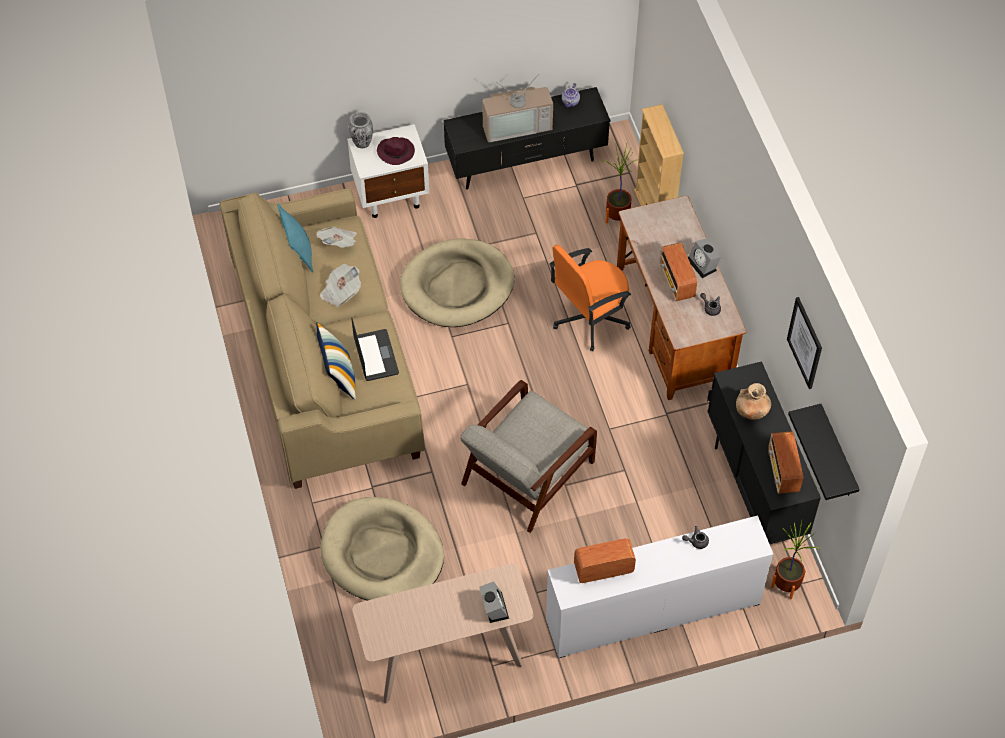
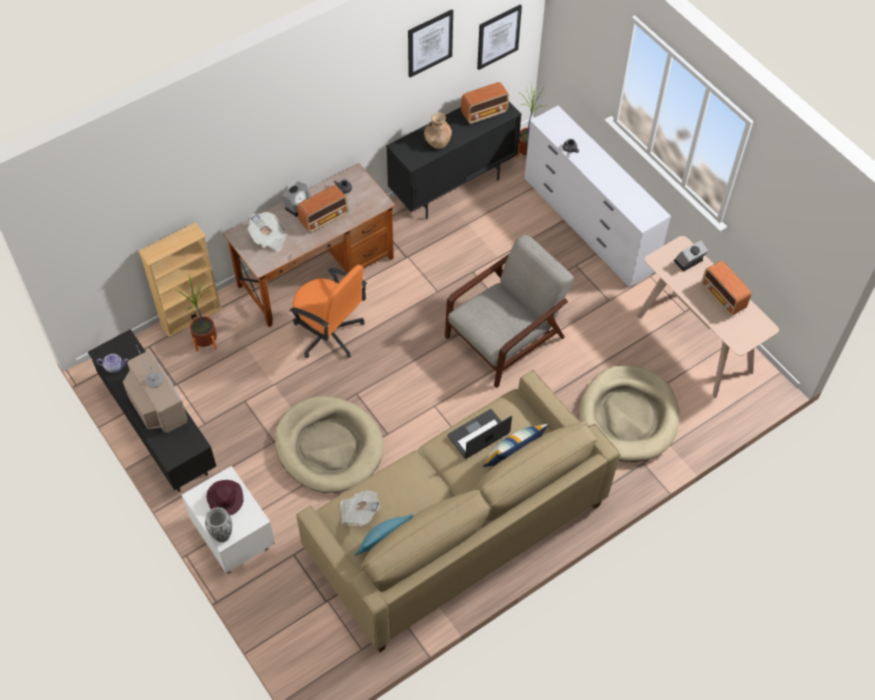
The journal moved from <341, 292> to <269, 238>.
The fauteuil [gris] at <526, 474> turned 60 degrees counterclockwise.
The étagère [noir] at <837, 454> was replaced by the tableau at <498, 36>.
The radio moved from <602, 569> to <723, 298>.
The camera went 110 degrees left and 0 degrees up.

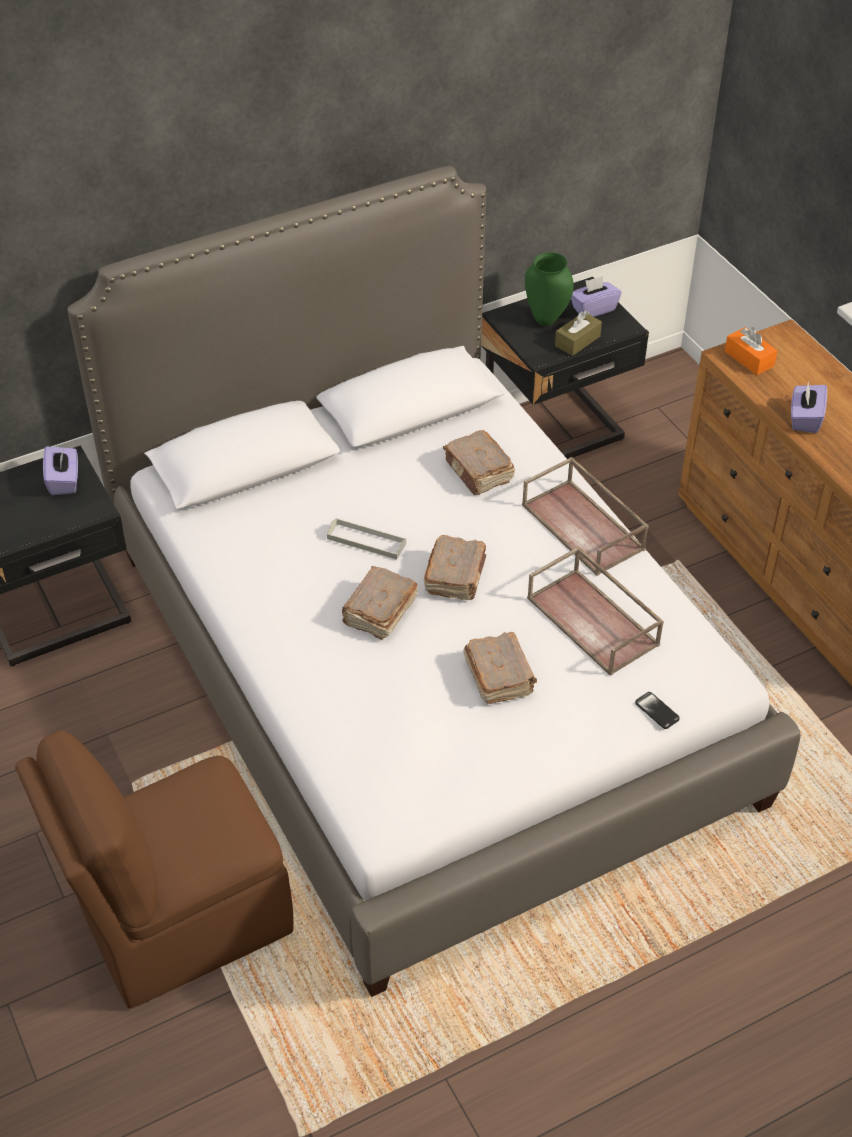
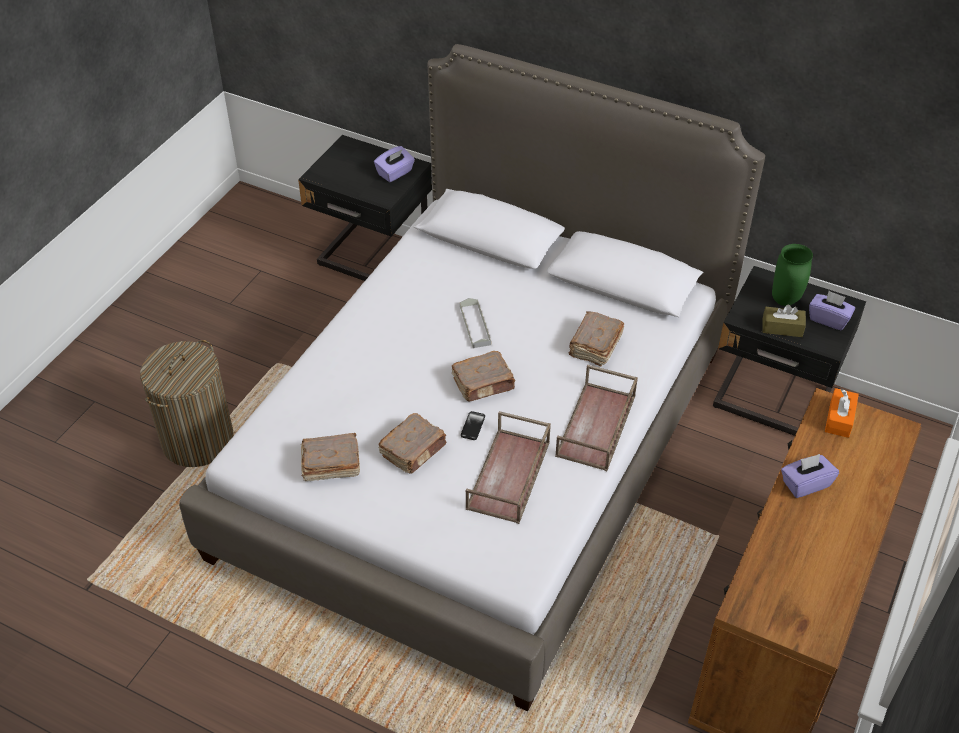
The livre [marron] moved from <379, 612> to <330, 465>.
The téléphone moved from <657, 711> to <473, 426>.
The chaise [marron] at <179, 919> was replaced by the panier à linge at <198, 440>.
The camera went 55 degrees right and 0 degrees up.

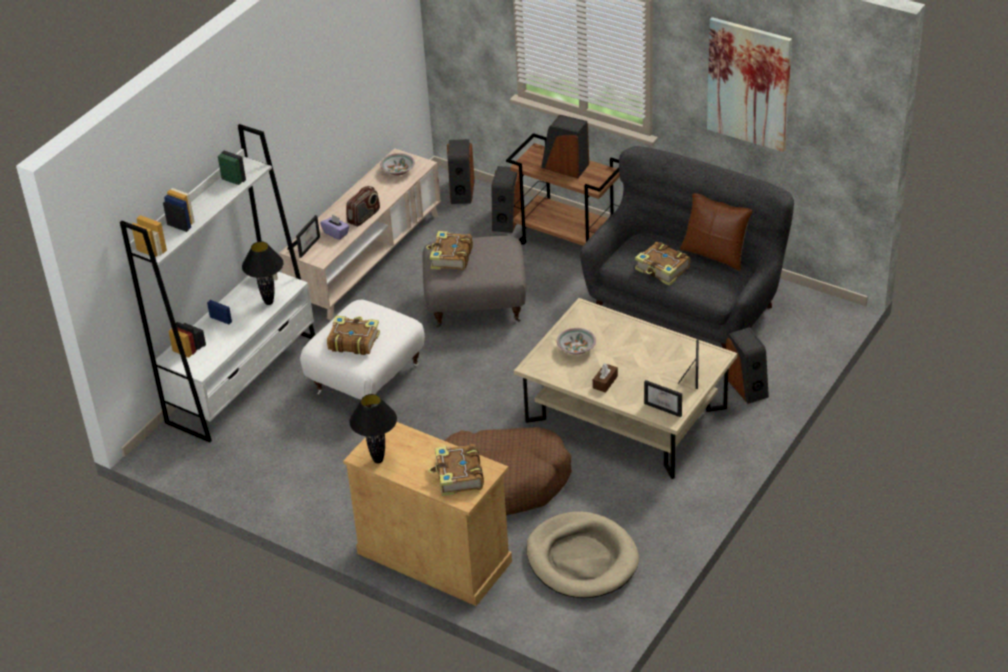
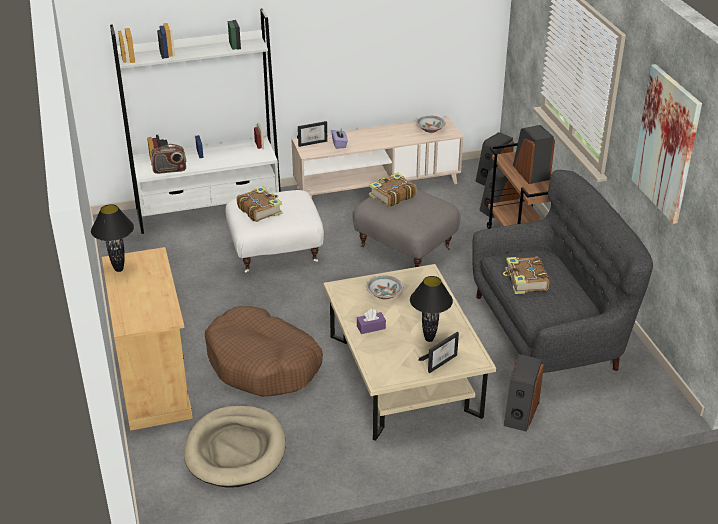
The radio moved from <364, 217> to <169, 170>.
The coussin [marron] at <714, 254> disappeared.
The lampe de table [noir] moved from <268, 303> to <428, 339>.
The boîte à mouchoirs [marron] at <605, 382> became the boîte à mouchoirs [violet] at <371, 327>.
The cadre photo at <665, 407> disappeared.
The livre at <458, 476> disappeared.
The camera went 40 degrees right and 5 degrees down.

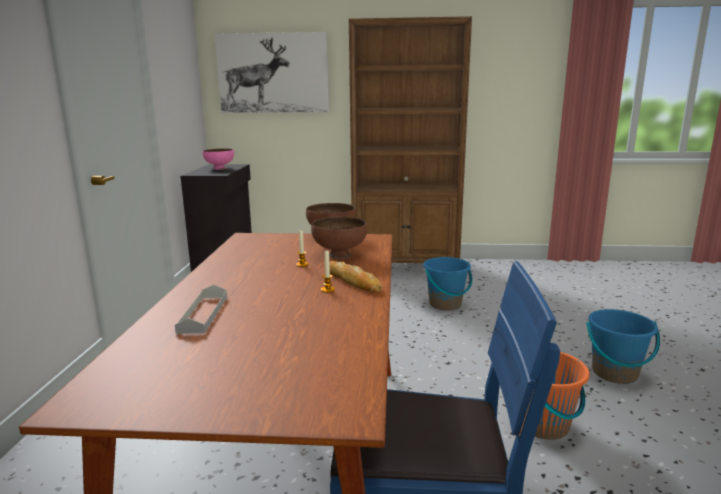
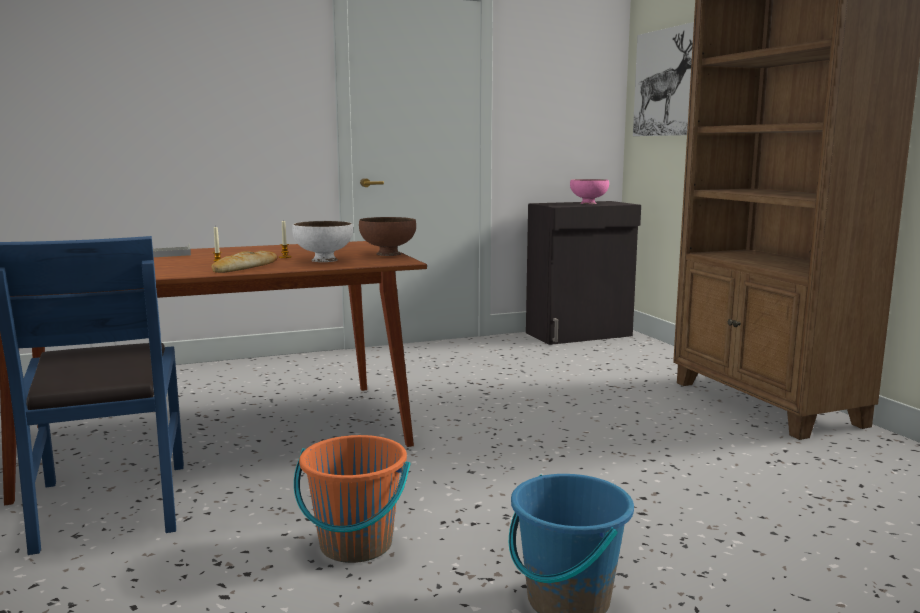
The bol [marron] at <339, 255> became the bol [blanc] at <323, 260>.
The seau [bleu] at <445, 304> disappeared.
The camera went 65 degrees right and 5 degrees down.

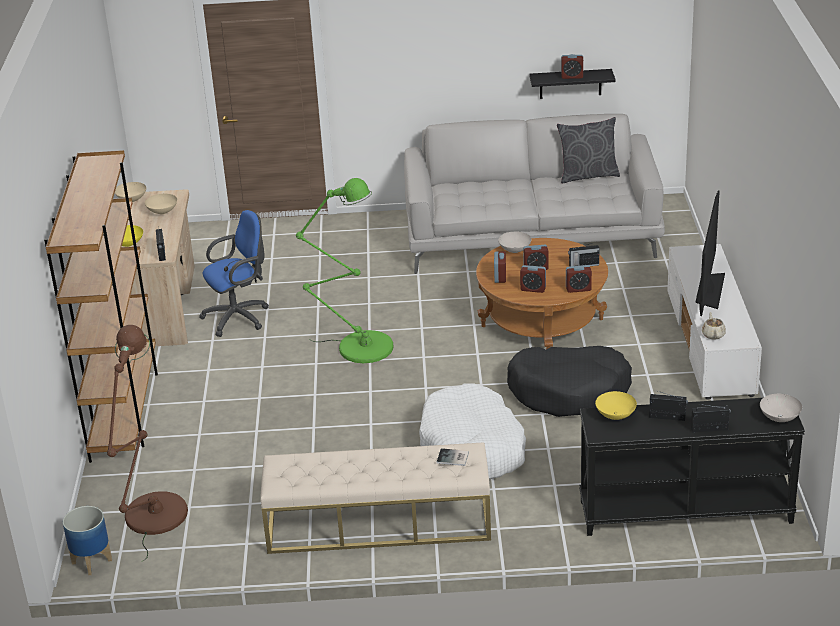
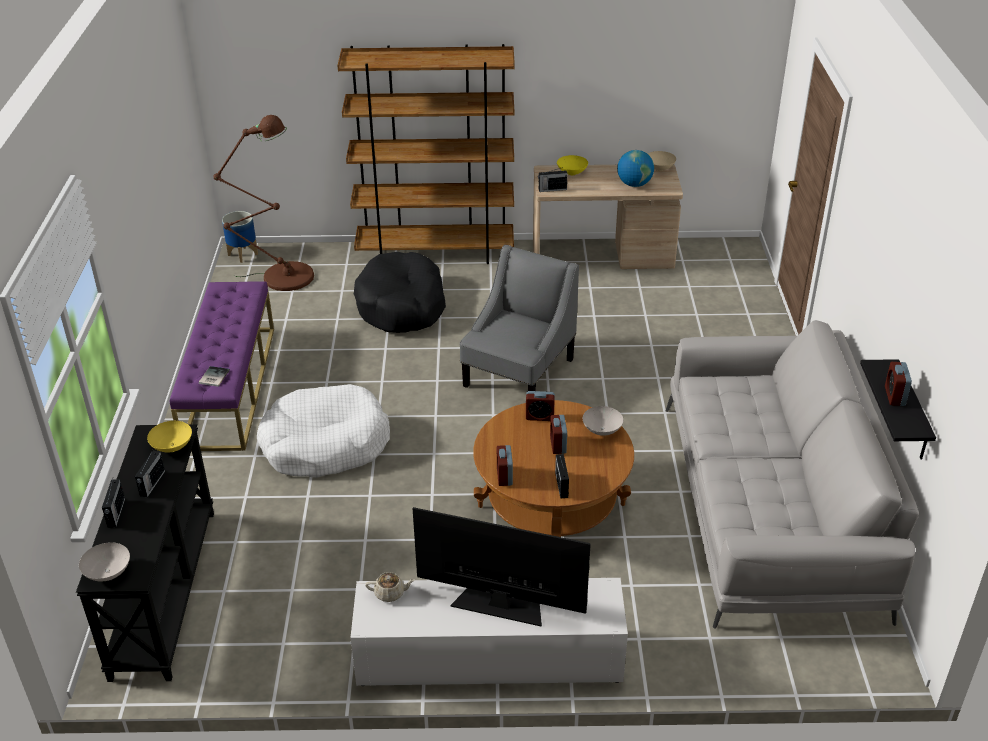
The coussin [gris] at <588, 175> disappeared.
The lampadaire [vert] at <359, 346> was replaced by the fauteuil [gris] at <519, 372>.
The bol [beige] at <162, 212> was replaced by the globe at <634, 184>.
The chaise de bureau [bleu] at <239, 317> disappeared.
The réveil at <533, 289> disappeared.
The panier pour chien [noir] moved from <569, 391> to <402, 306>.
The banc [beige] at <378, 524> became the banc [violet] at <230, 386>.
The camera went 90 degrees right and 5 degrees up.

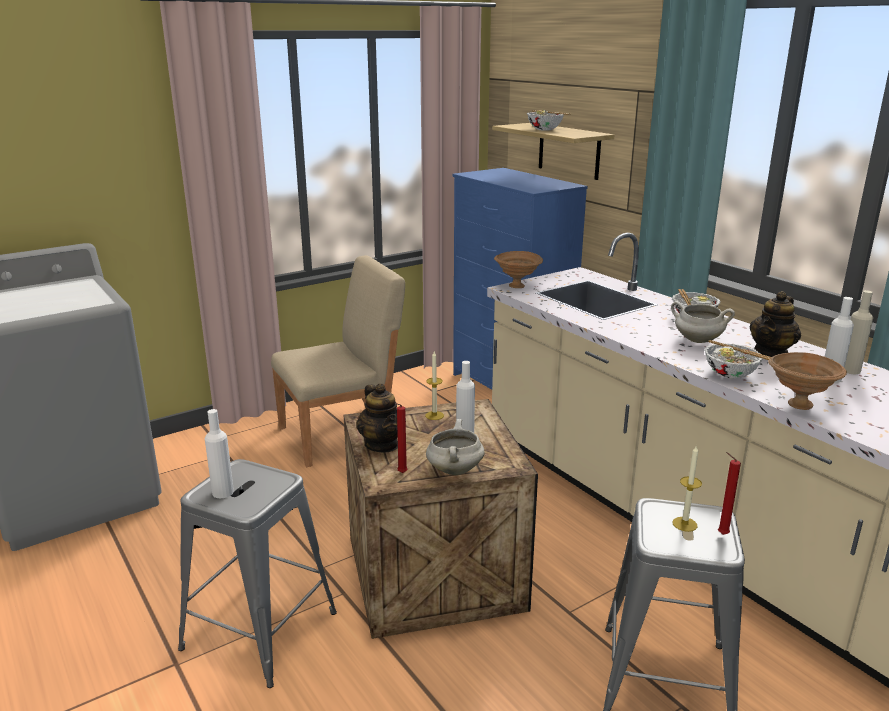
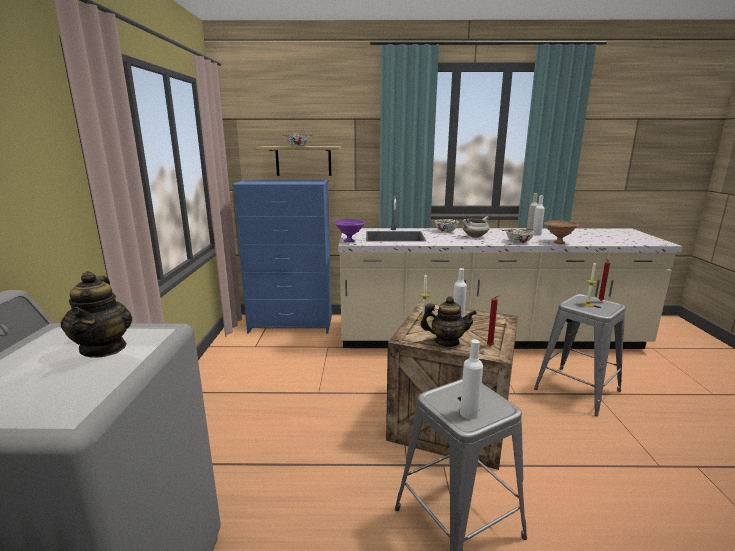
The bol [marron] at <518, 286> became the bol [violet] at <350, 241>.
The chaise [beige] at <343, 434> disappeared.
The théière moved from <771, 353> to <104, 348>.
The marmite [blanc] at <454, 469> disappeared.
The camera went 55 degrees left and 5 degrees down.

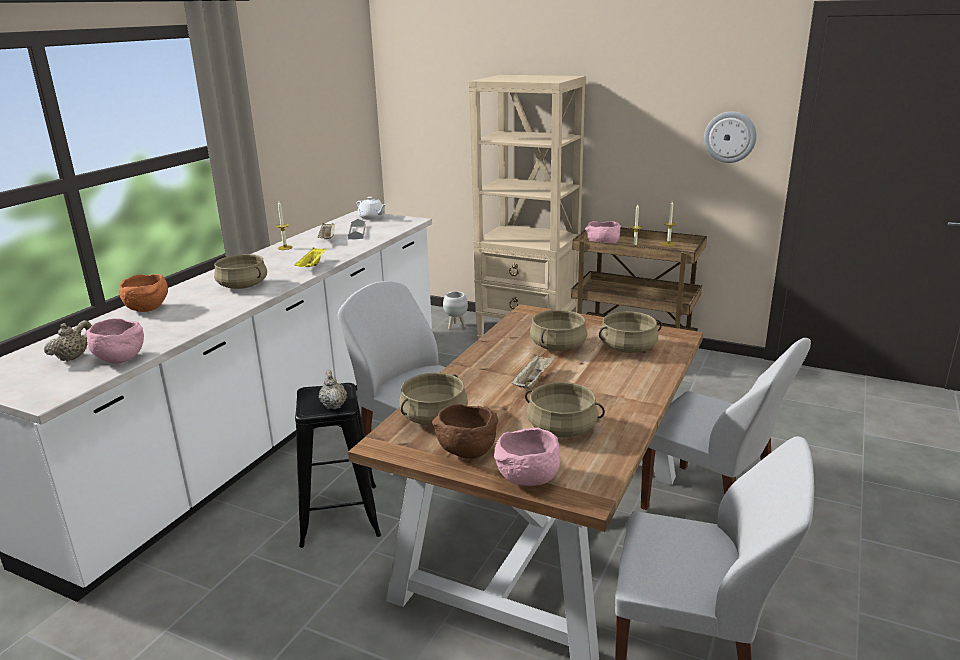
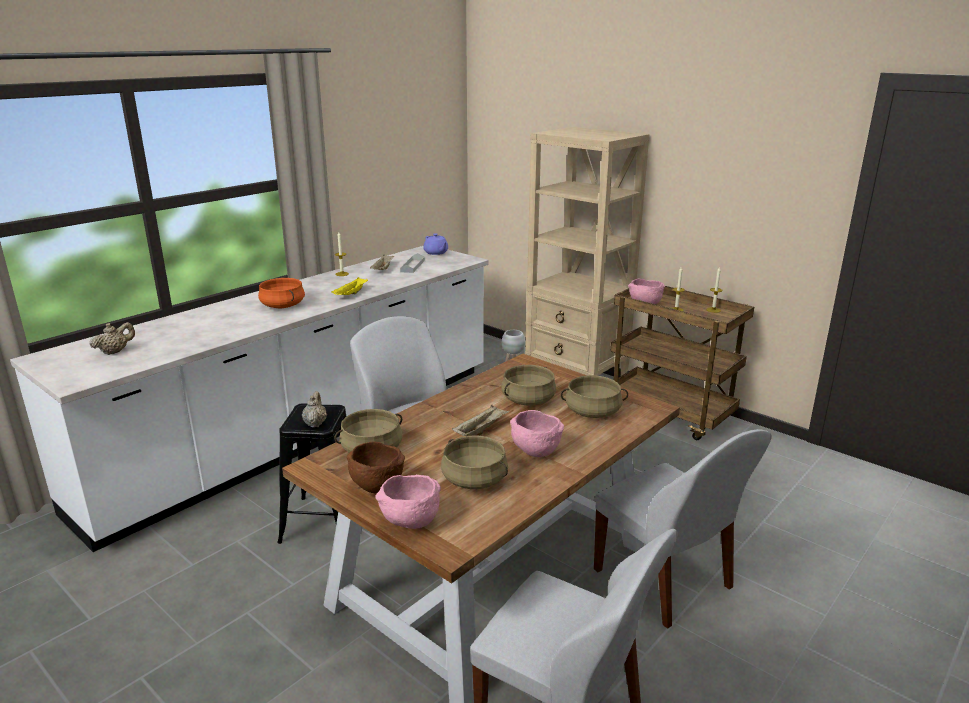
The horloge murale at <730, 137> disappeared.
The théière [blanc] at <372, 217> became the théière [violet] at <436, 253>.
The marmite [beige] at <242, 286> became the marmite [orange] at <282, 306>.
The bol [orange] at <148, 309> disappeared.
The bol [rose] moved from <118, 360> to <534, 451>.
The camera went 15 degrees right and 0 degrees up.

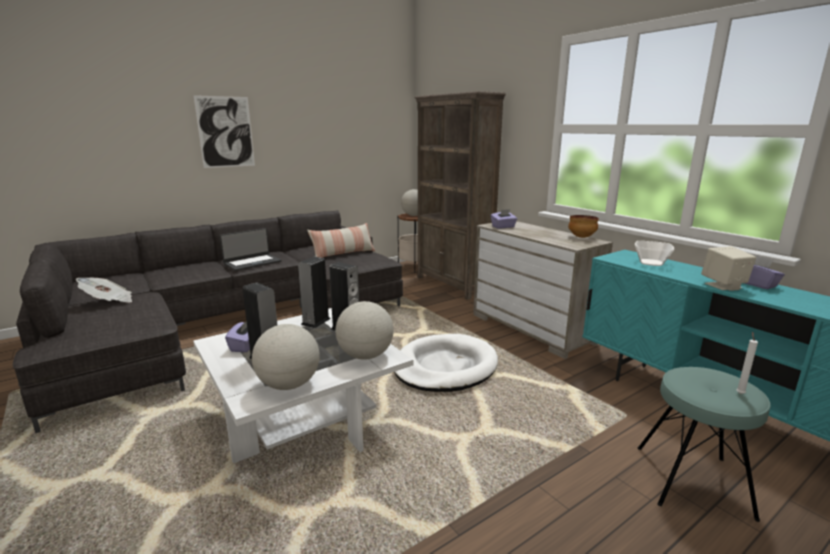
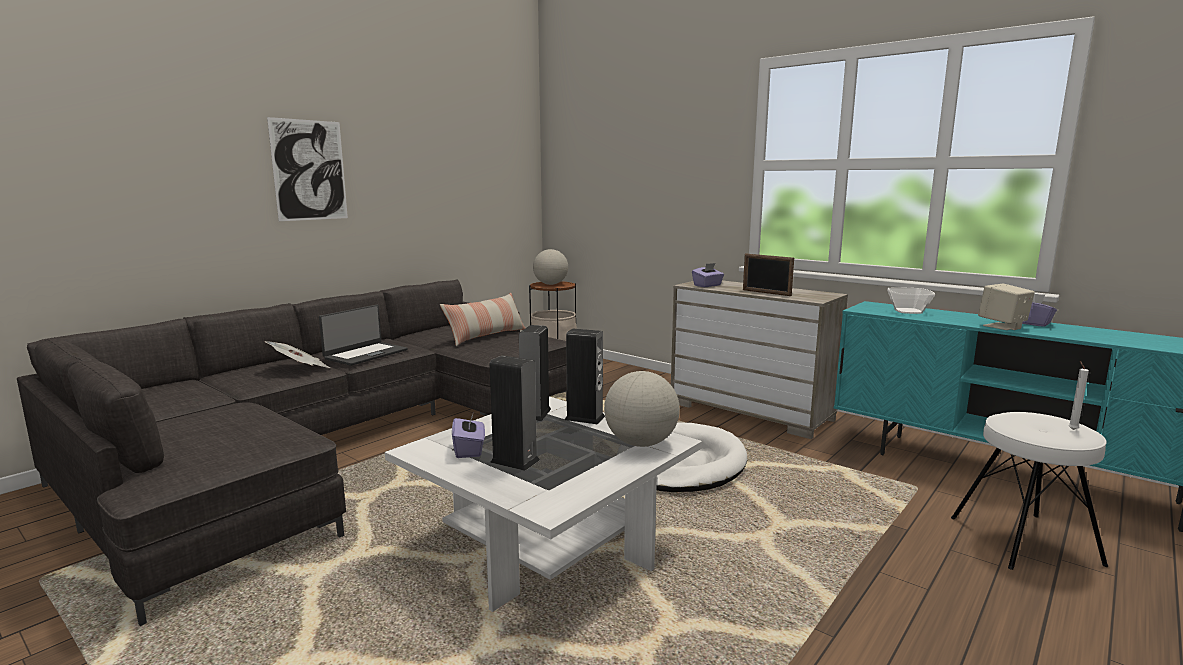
The bibliothèque [marron] at <453, 284> disappeared.
The bol at <581, 237> disappeared.
The journal moved from <109, 301> to <300, 369>.
The globe at <288, 385> disappeared.
The tabouret [turquoise] at <692, 481> became the tabouret [blanc] at <1023, 541>.
The cadre photo at <766, 293> appeared.
The camera went 15 degrees left and 5 degrees down.

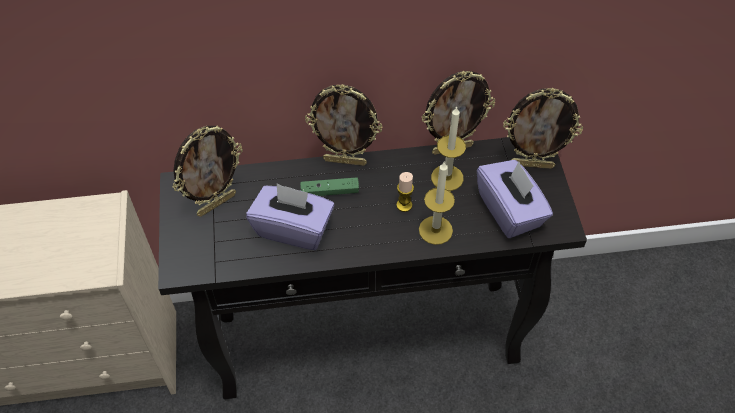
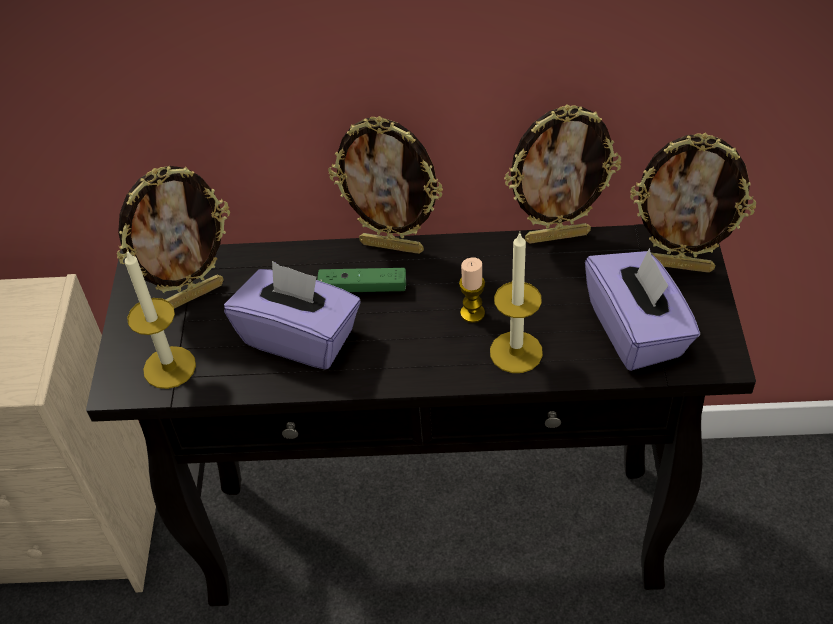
The bougie moved from <447, 178> to <169, 367>.
The camera went 10 degrees right and 5 degrees down.

